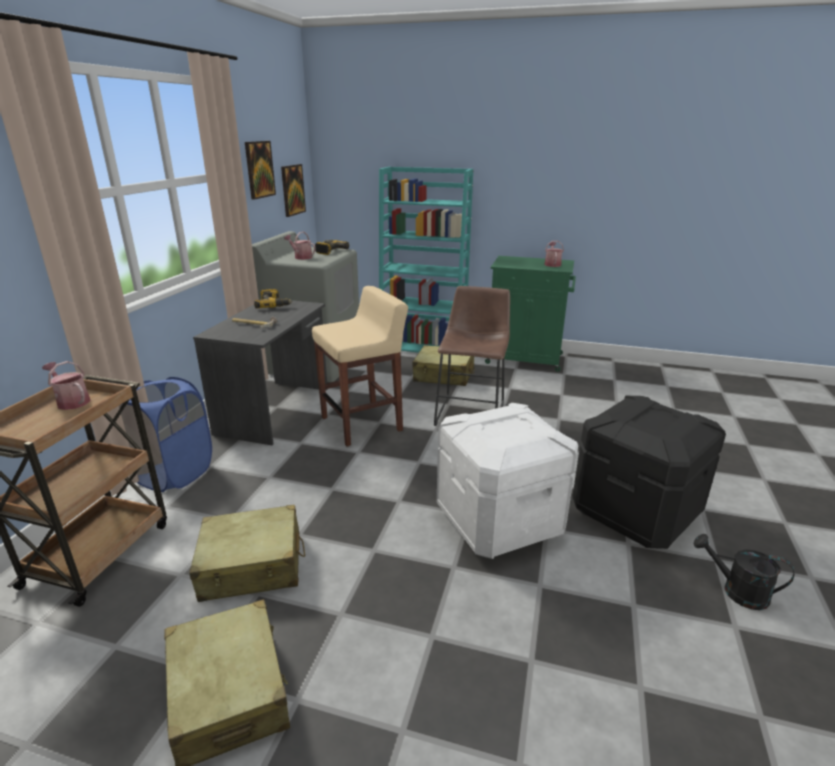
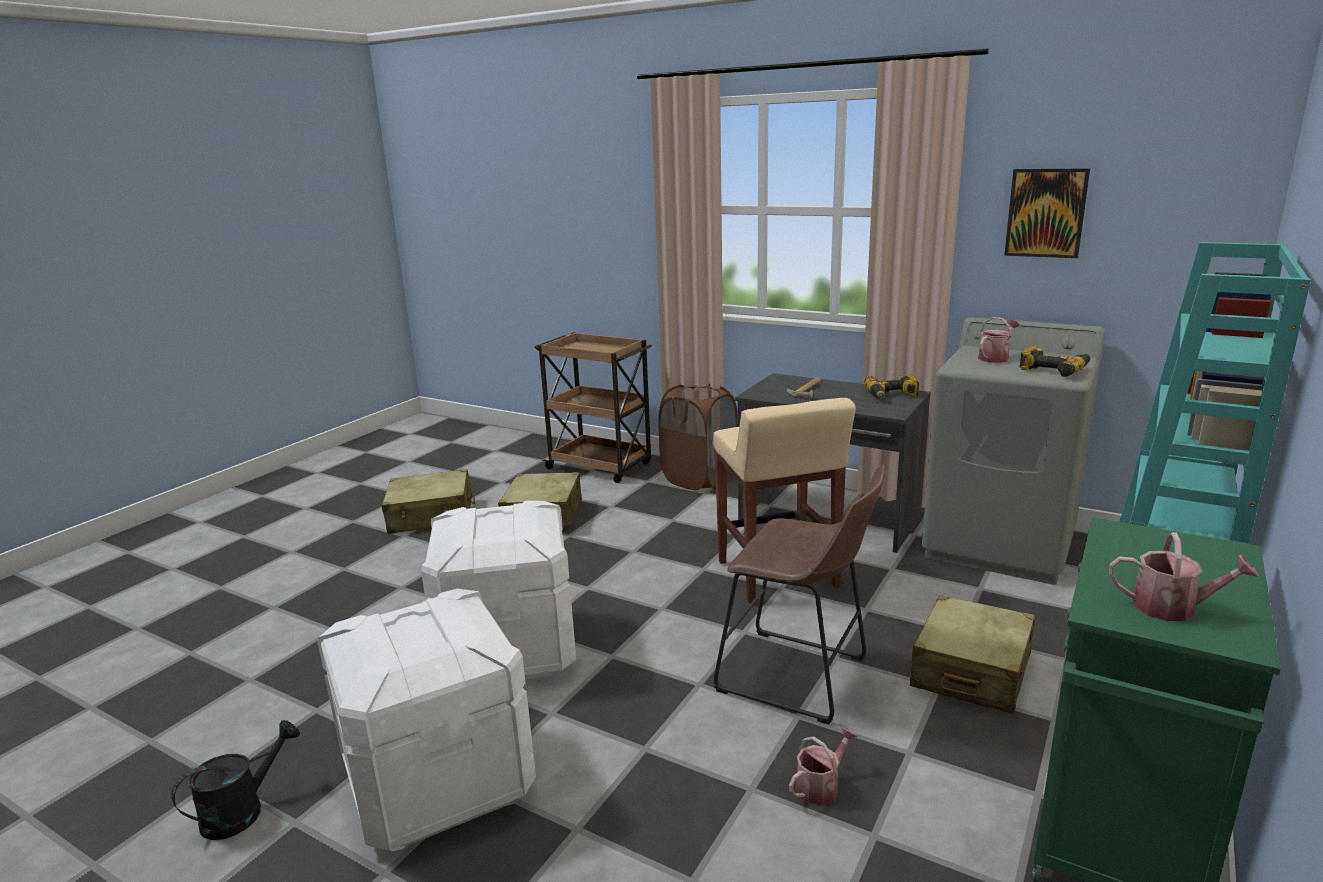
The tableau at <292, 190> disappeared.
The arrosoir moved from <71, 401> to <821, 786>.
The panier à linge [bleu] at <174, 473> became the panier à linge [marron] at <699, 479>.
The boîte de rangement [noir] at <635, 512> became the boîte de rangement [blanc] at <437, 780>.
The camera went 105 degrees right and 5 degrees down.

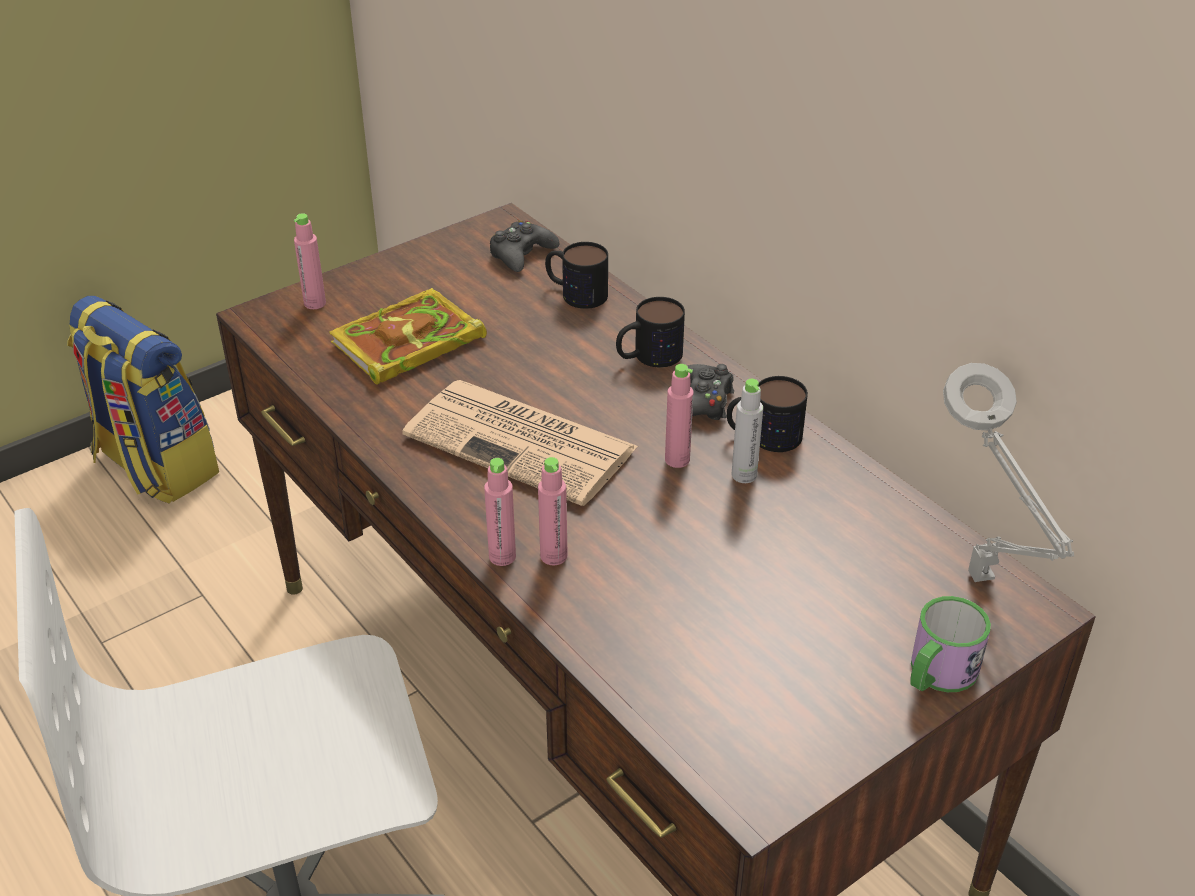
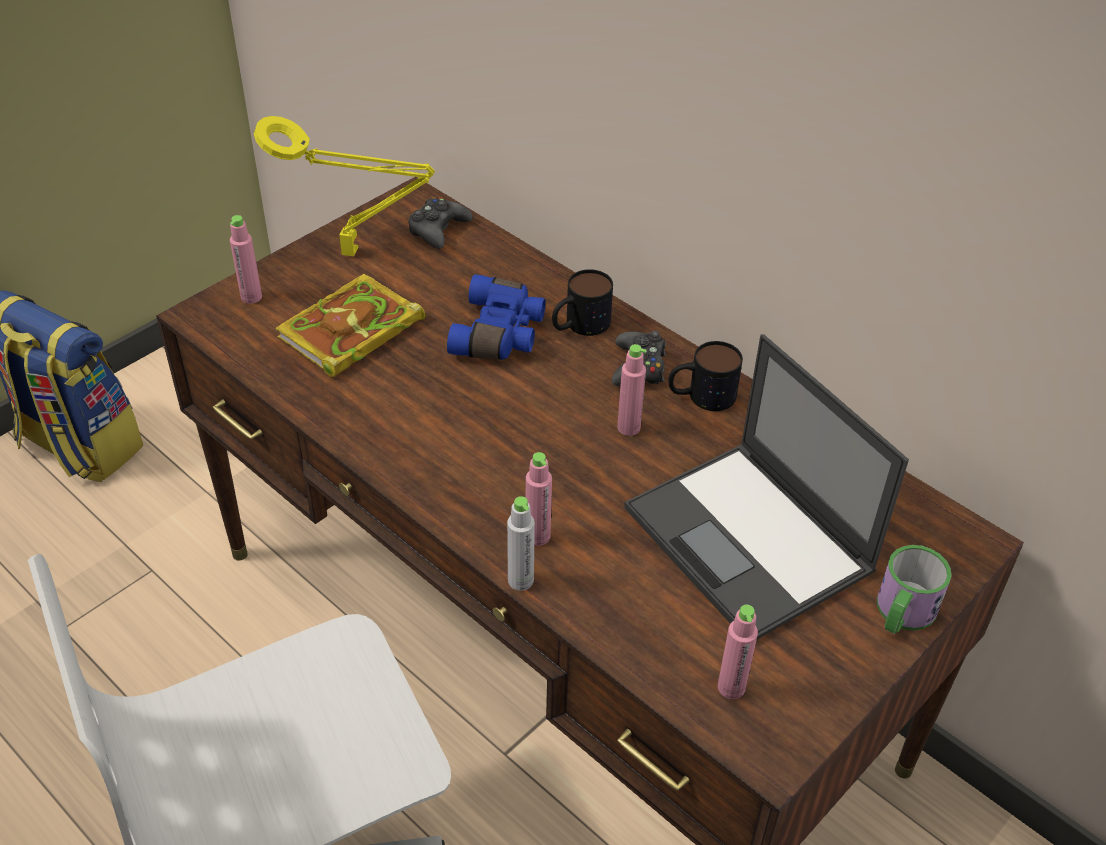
The mug at <575, 293> disappeared.
The lampe de table [gris] at <983, 582> disappeared.
The bouteille [gris] moved from <744, 475> to <520, 580>.
The journal at <524, 442> disappeared.
The bouteille [rose] moved from <502, 556> to <731, 687>.
The lampe de table [jaune] at <356, 253> appeared.
The jumelles [bleu] at <500, 334> appeared.
The ordinateur portable at <750, 541> appeared.
The camera went 10 degrees left and 5 degrees up.

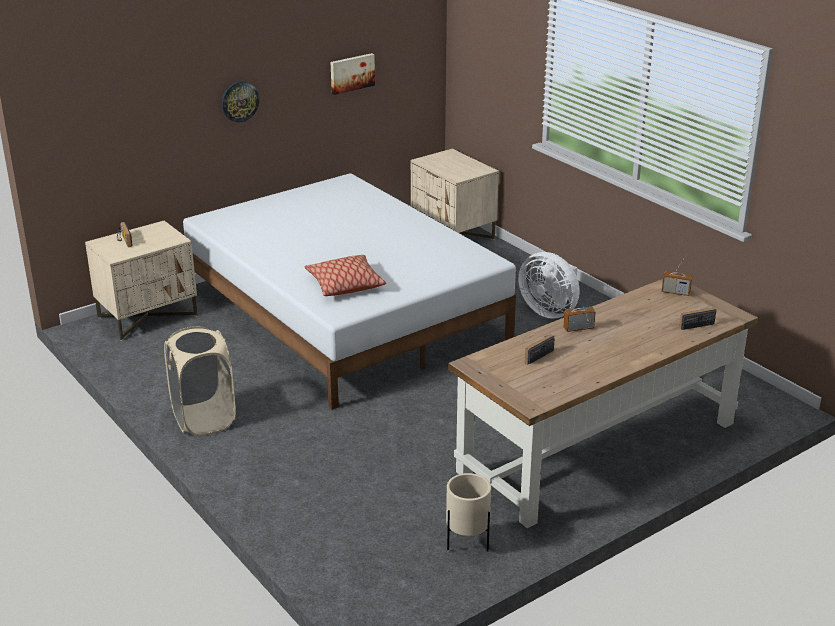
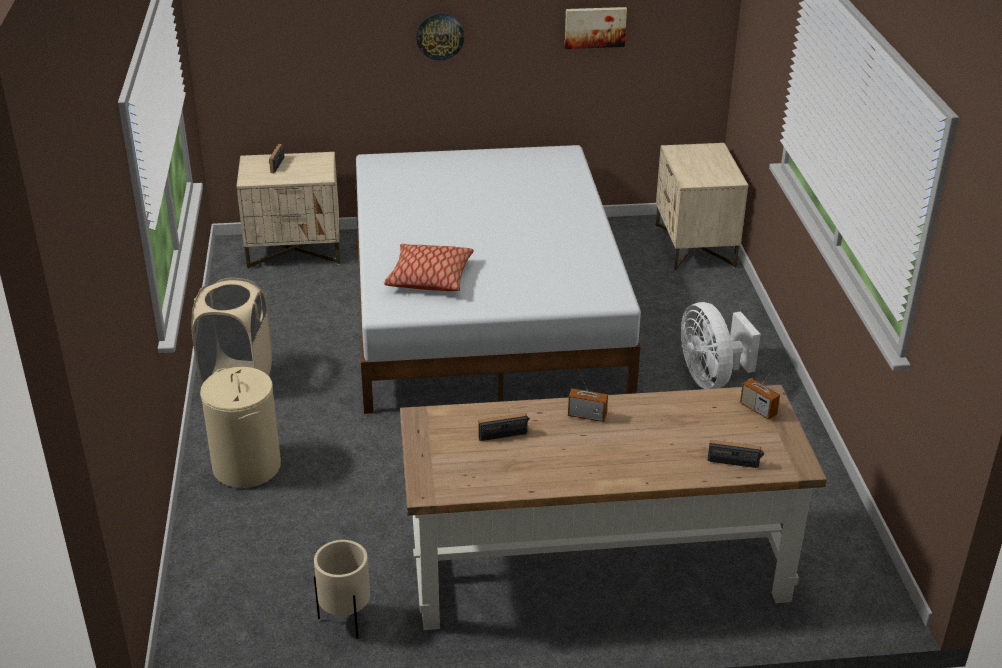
The panier à linge [beige] at <246, 466> appeared.
The camera went 30 degrees right and 5 degrees up.

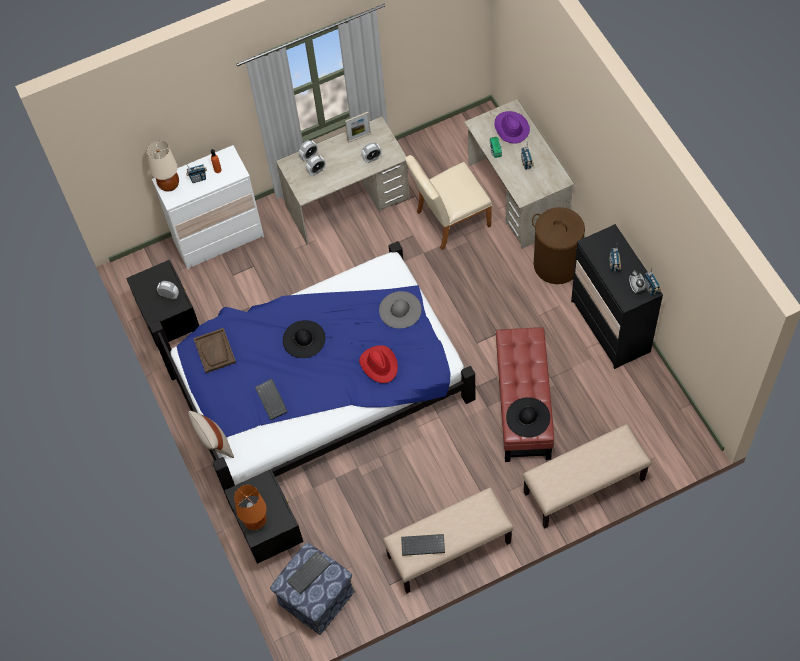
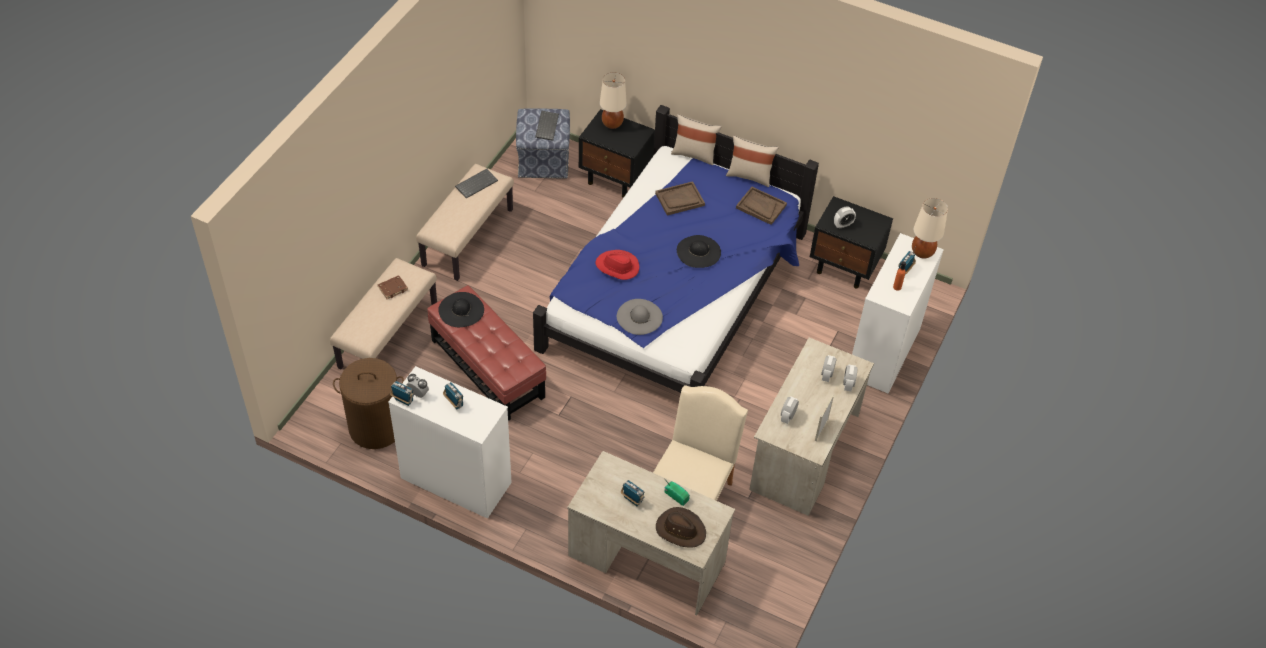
The chapeau [violet] at <511, 128> became the chapeau [marron] at <680, 529>.
The panier à linge [marron] moved from <556, 264> to <376, 427>.
The commode [noir] at <610, 326> became the commode [blanc] at <456, 480>.
The clavier at <272, 400> was replaced by the plateau [marron] at <679, 199>.
The lampe de table [orange] at <255, 521> became the lampe de table [beige] at <612, 124>.
The coussin [beige] at <749, 176> appeared.
The livre [marron] at <393, 288> appeared.
The camera went 135 degrees right and 10 degrees down.

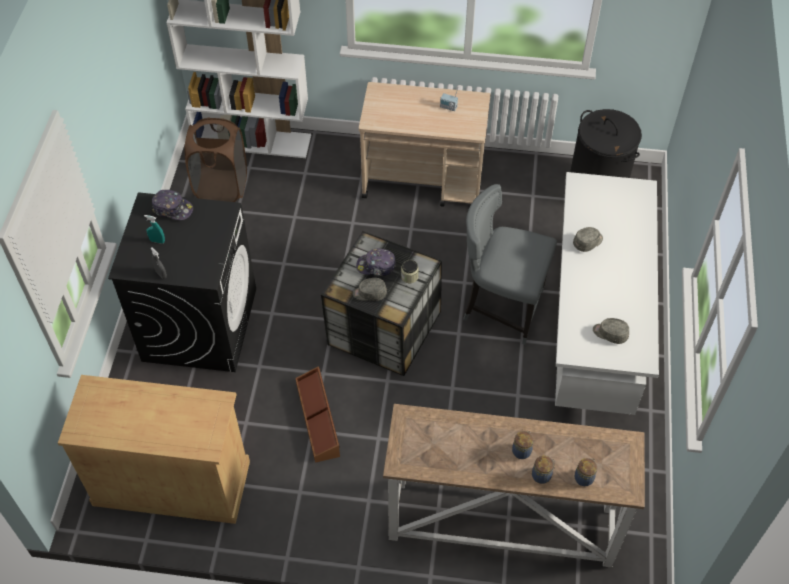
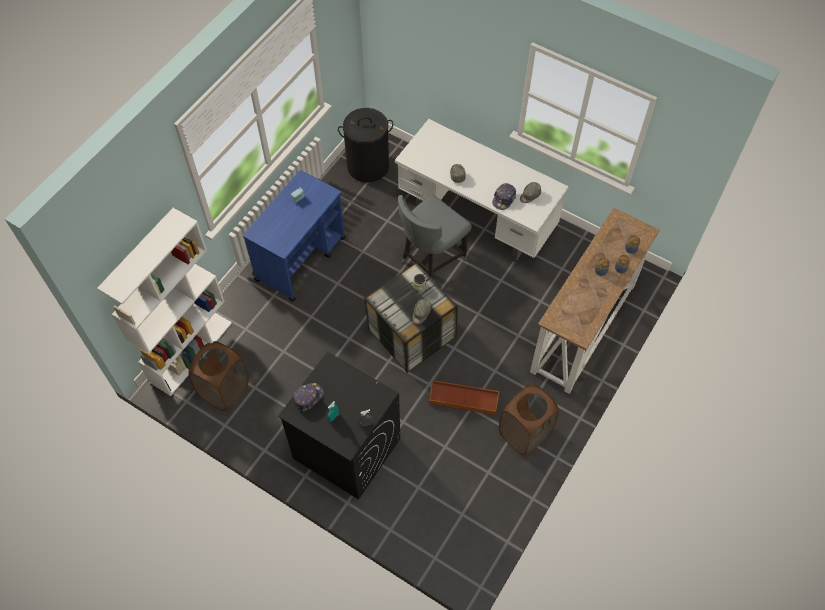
The chariot [beige] at <424, 182> became the chariot [bleu] at <301, 258>.
The casquette moved from <376, 266> to <504, 199>.
The meuble de rangement [beige] at <172, 482> disappeared.
The panier à linge [marron] at <524, 433> appeared.
The camera went 65 degrees left and 5 degrees up.

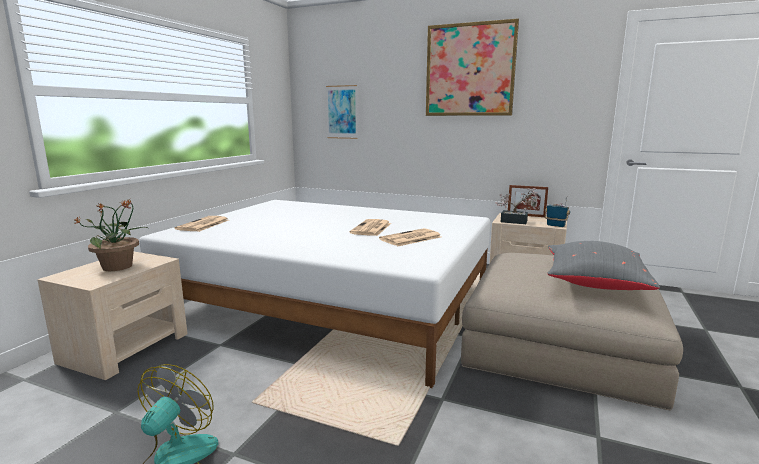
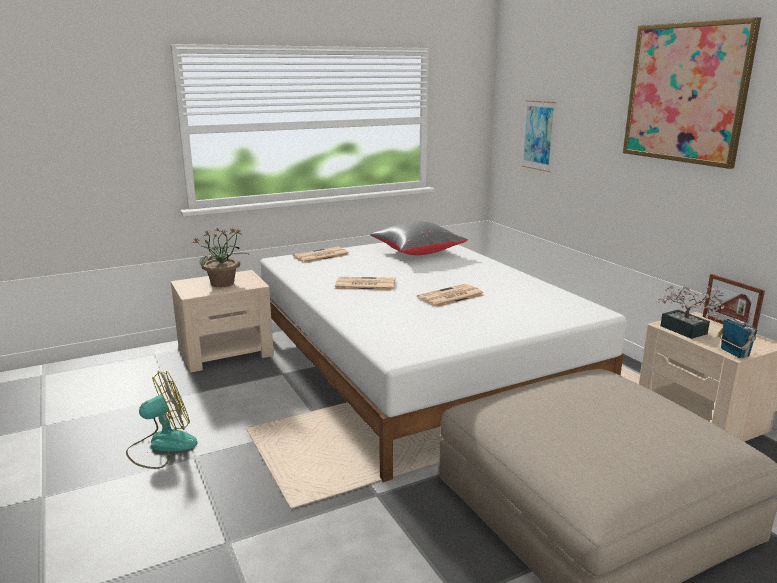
The journal moved from <410, 238> to <364, 285>.
The coussin [gris] moved from <593, 283> to <417, 252>.
The camera went 40 degrees right and 5 degrees up.

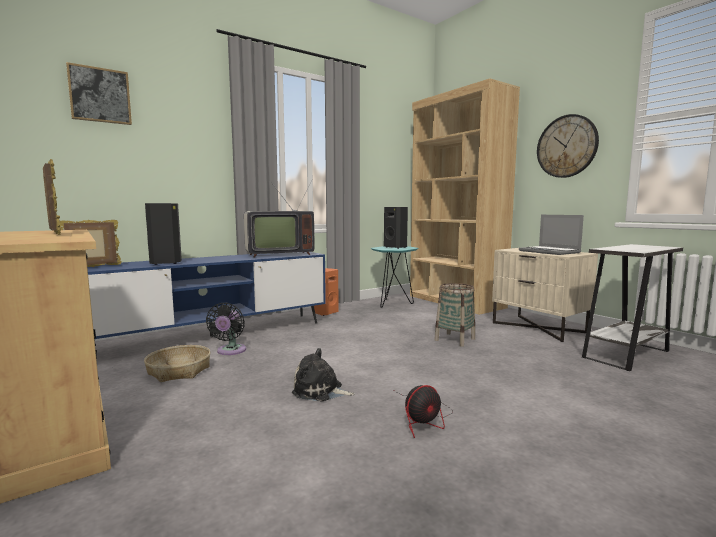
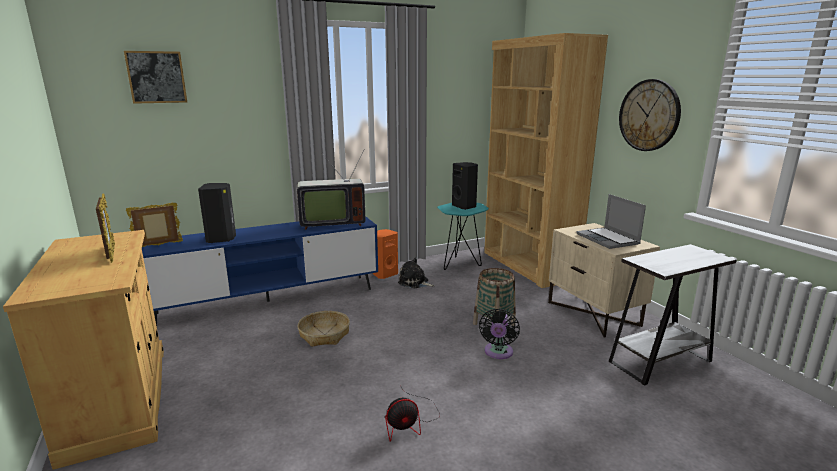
The ventilateur [noir] moved from <230, 351> to <498, 353>.
The panier moved from <179, 371> to <324, 335>.
The peluche moved from <320, 391> to <414, 283>.
The camera went 10 degrees right and 10 degrees up.

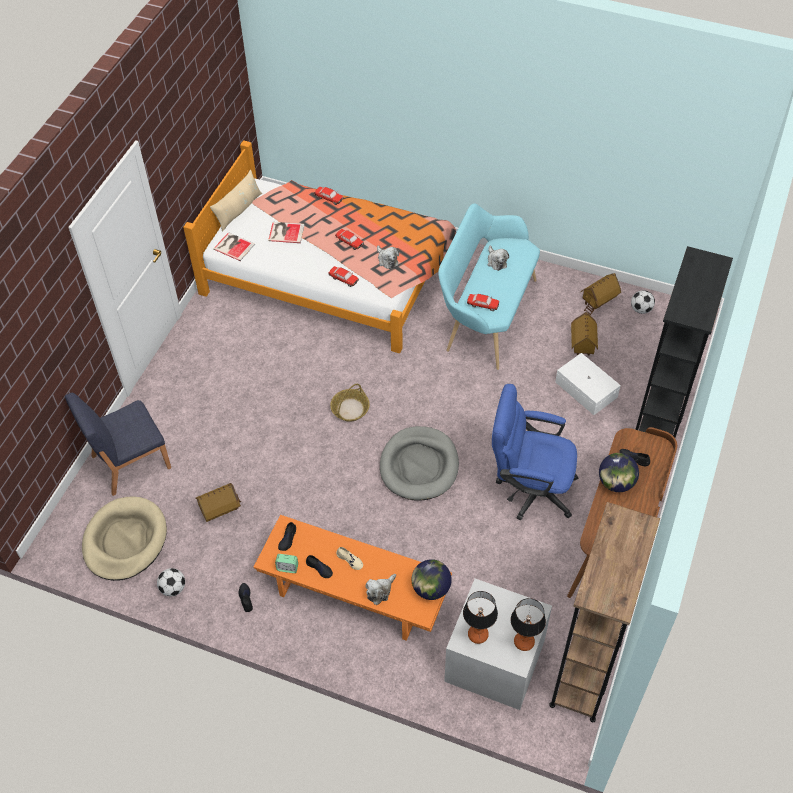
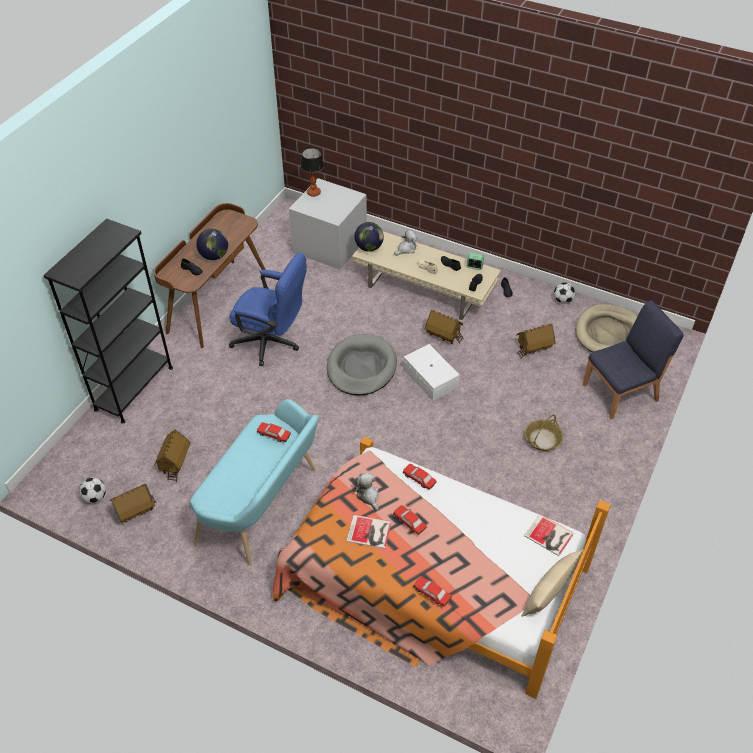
The livre moved from <285, 232> to <370, 532>.
The peluche at <496, 261> disappeared.
The boîte de rangement [blanc] moved from <586, 389> to <430, 378>.
The panier moved from <350, 409> to <543, 439>.
The bibliothèque [marron] at <586, 667> disappeared.
The table basse [orange] at <355, 591> became the table basse [beige] at <424, 288>.
The lampe de table at <478, 635> disappeared.
The maison miniature at <443, 336> appeared.
The camera went 175 degrees left and 5 degrees down.

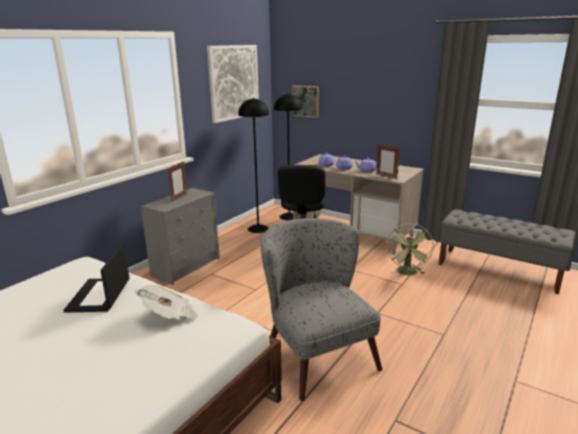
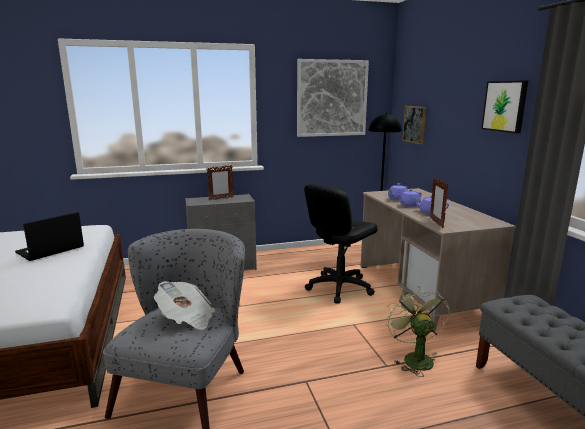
The lampadaire [noir] at <258, 228> disappeared.
The ventilateur [vert] at <408, 273> turned 120 degrees clockwise.
The journal moved from <169, 316> to <186, 318>.
The tableau at <505, 106> appeared.
The camera went 40 degrees right and 5 degrees down.

